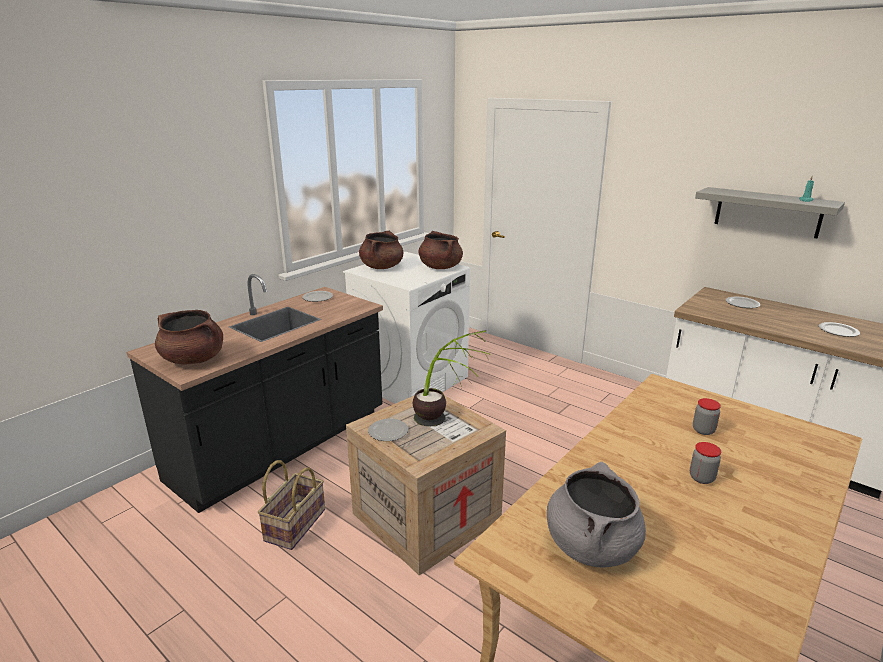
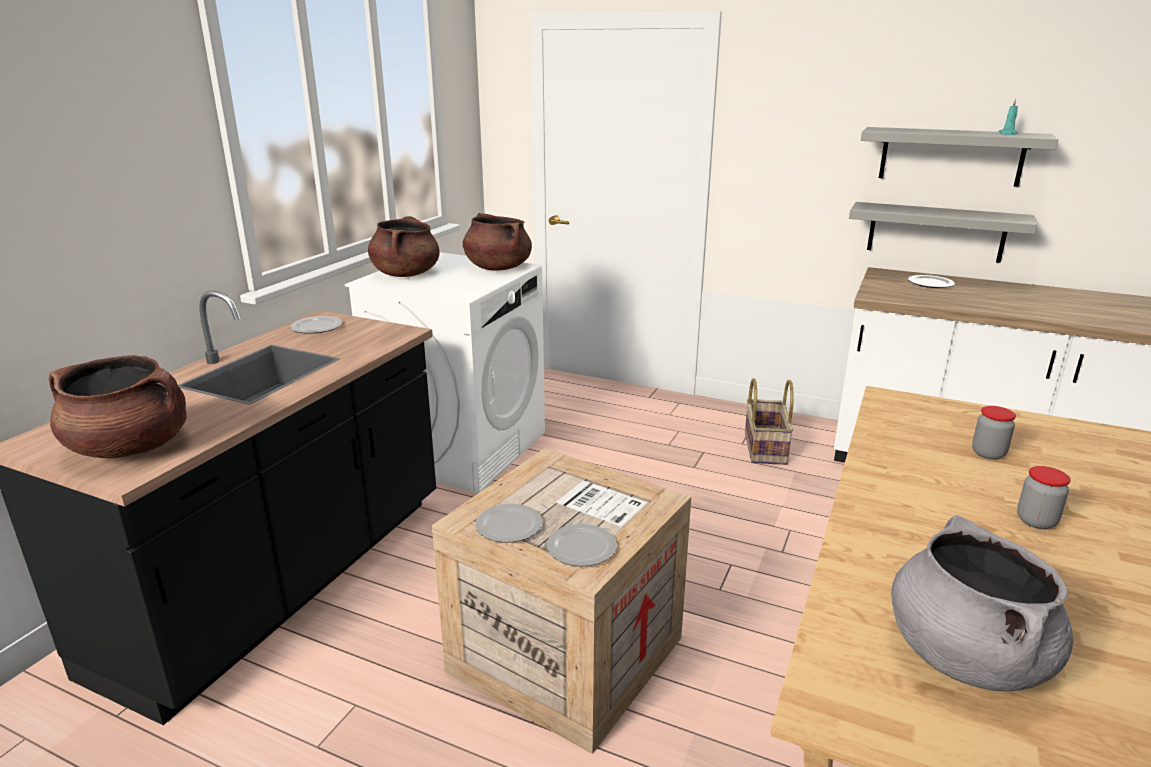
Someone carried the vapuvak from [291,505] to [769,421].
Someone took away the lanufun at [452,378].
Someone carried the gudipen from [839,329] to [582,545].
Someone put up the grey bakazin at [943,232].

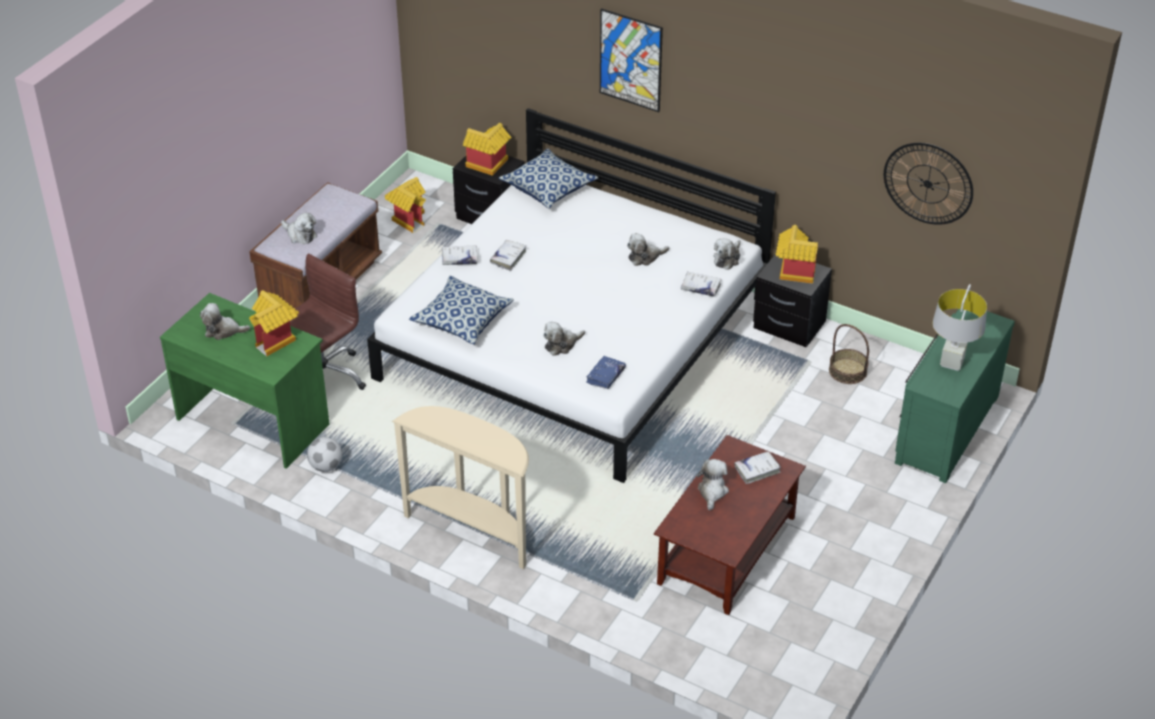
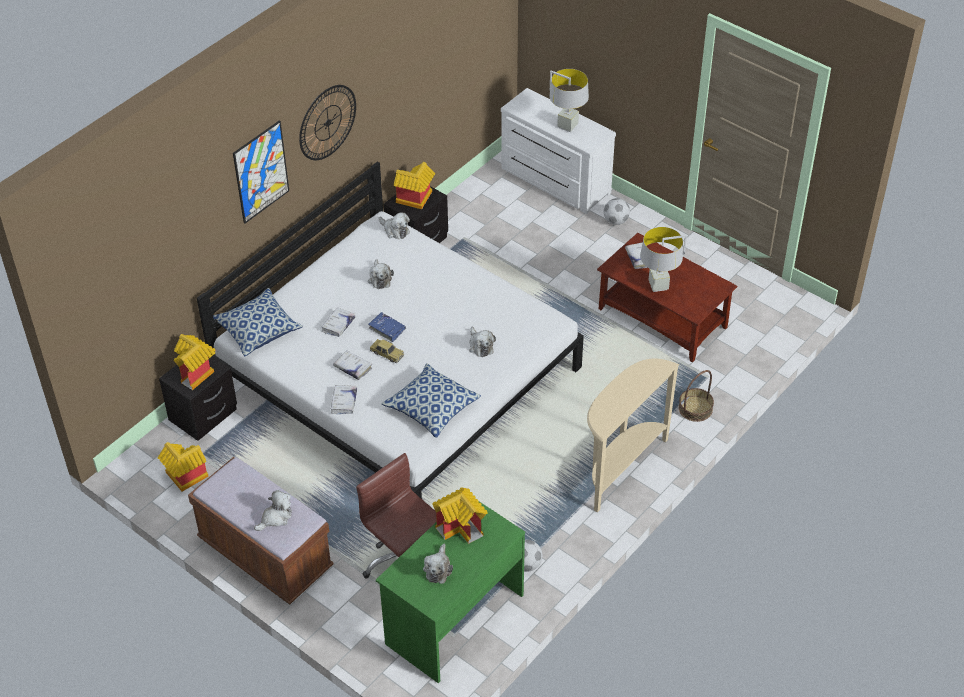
Someone carried the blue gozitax from [606,372] to [387,327].
Someone carried the white gozitax from [701,284] to [338,322].
Someone swapped the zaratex at [712,485] for the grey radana at [663,259].
Someone carried the vapuvak from [849,354] to [696,396].
Someone carried the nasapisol from [928,184] to [327,122].
Someone repainted the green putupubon at [955,396], which became the white putupubon at [558,151].
Someone put down the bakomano at [387,351].
Someone put down the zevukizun at [617,211].

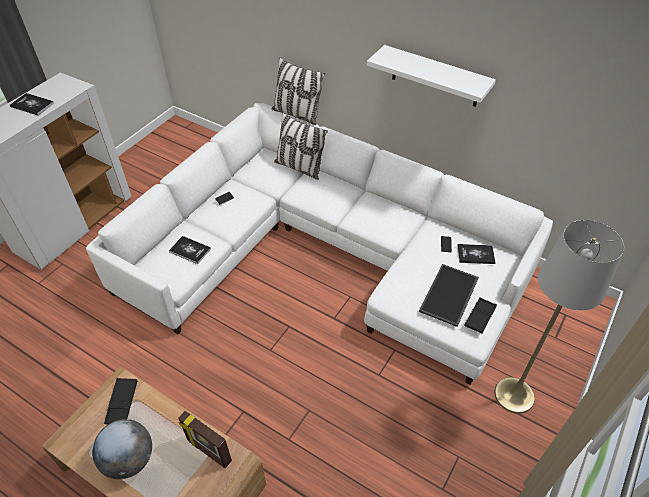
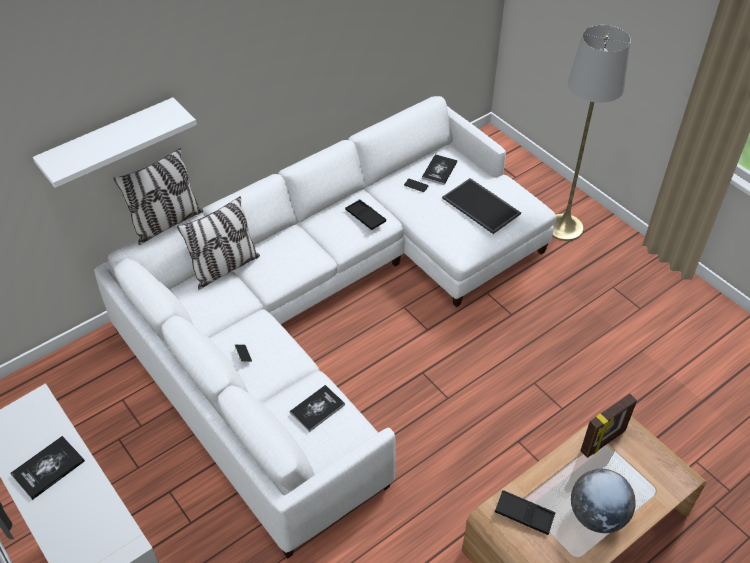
Someone carried the white bakazin from [431,76] to [115,142].
Someone carried the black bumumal from [480,315] to [365,214].

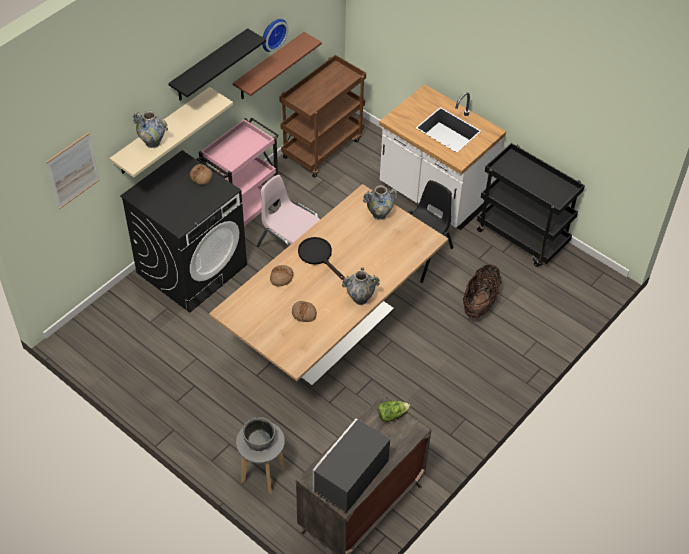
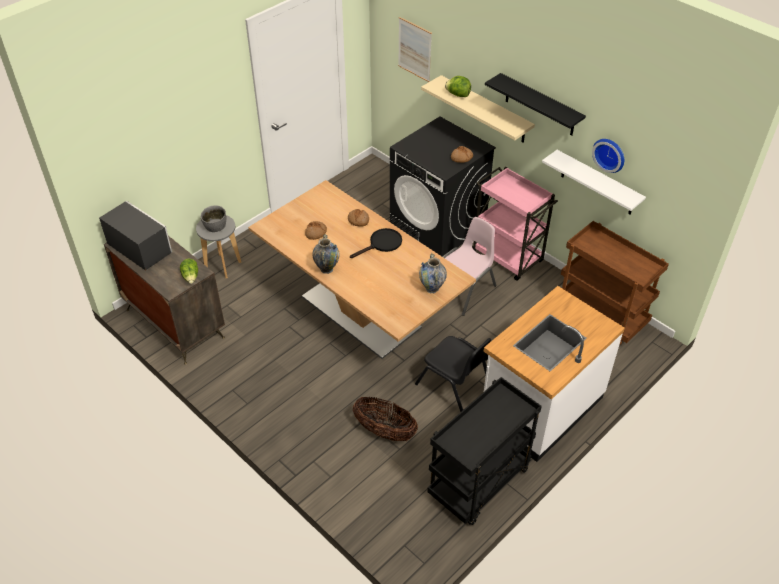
Someone swapped the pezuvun at [150,129] for the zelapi at [458,86].
Someone repainted the brown bakazin at [277,65], which became the white bakazin at [594,182].

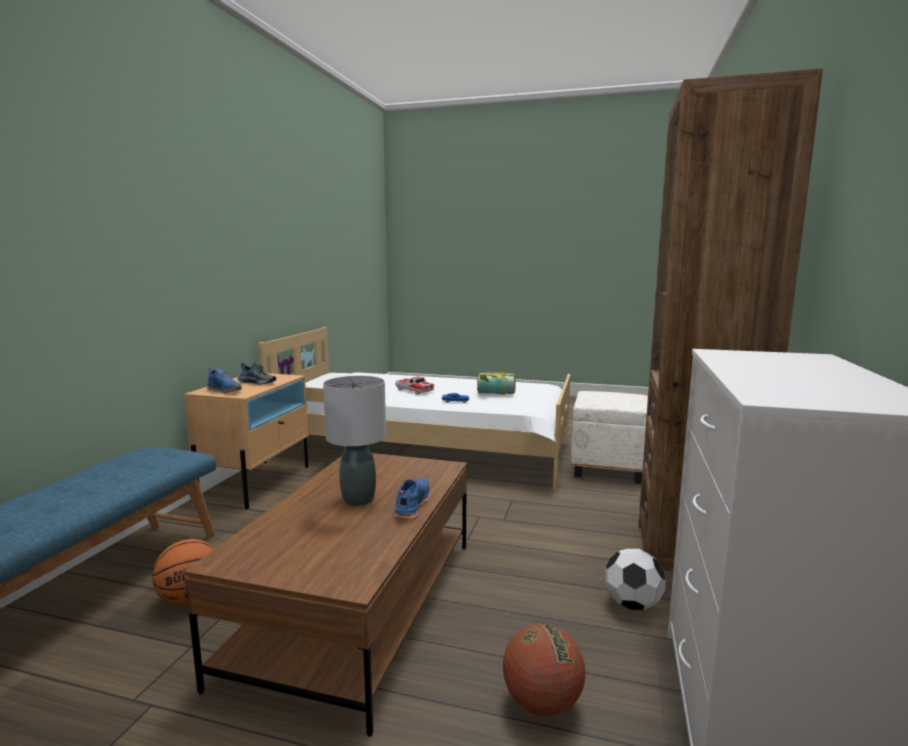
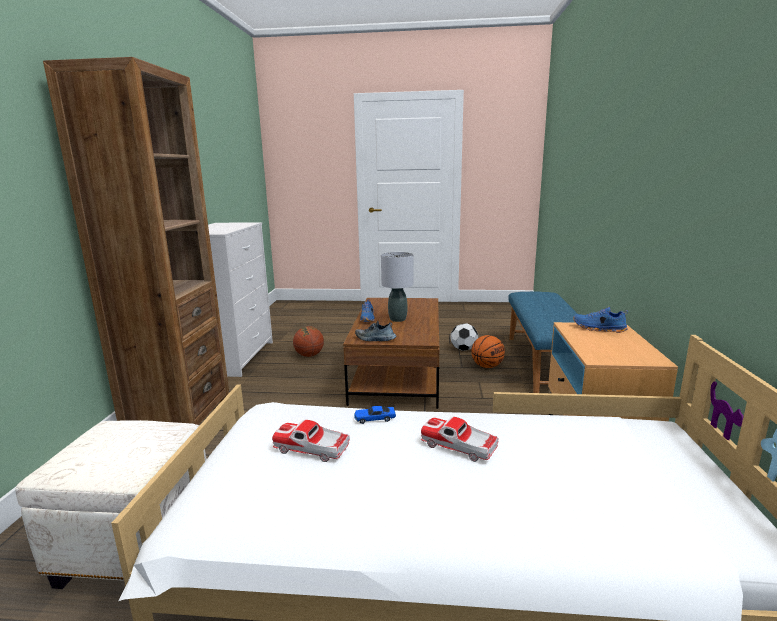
Someone carried the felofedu from [257,373] to [376,331].
Someone swapped the gozitax at [496,383] for the bakomano at [311,441].
Someone carried the zevukizun from [635,579] to [464,337].

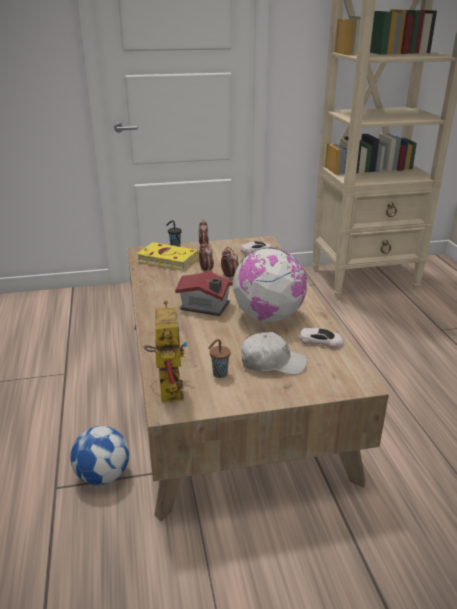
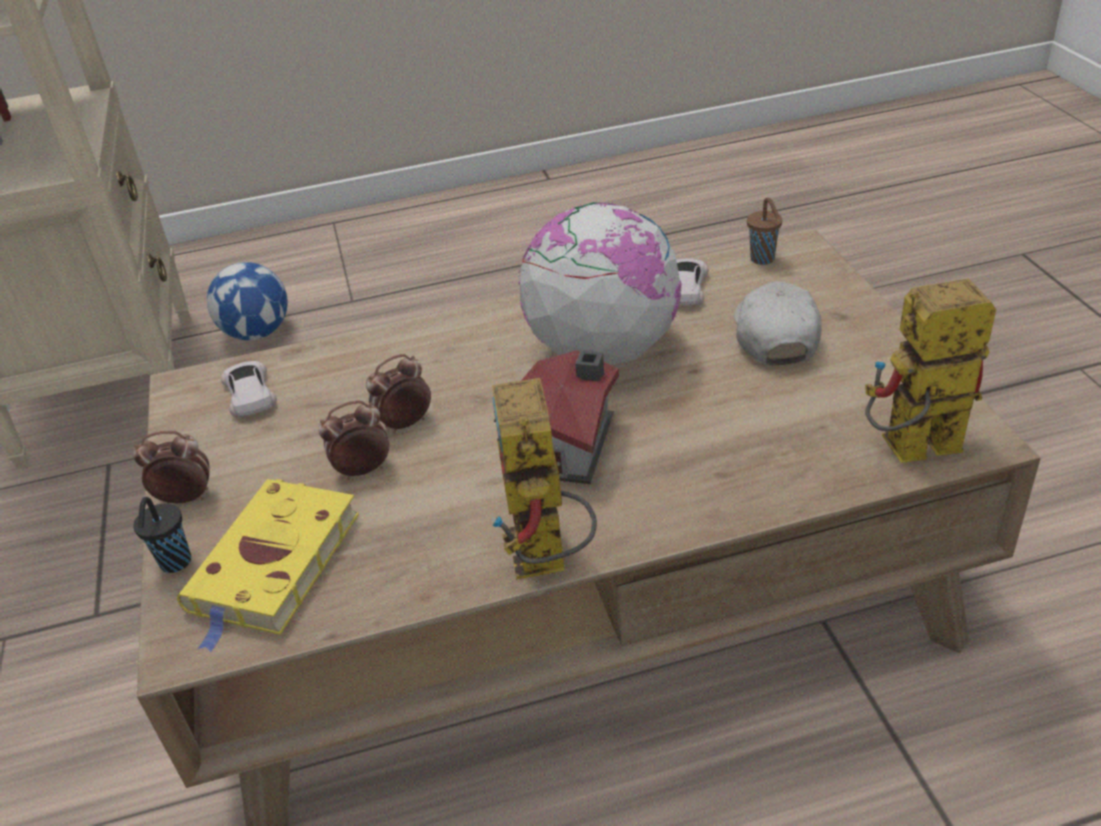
Someone carried the zevukizun from [99,455] to [247,301].
Someone carried the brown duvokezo from [219,358] to [764,231].
Someone put down the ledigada at [543,478].

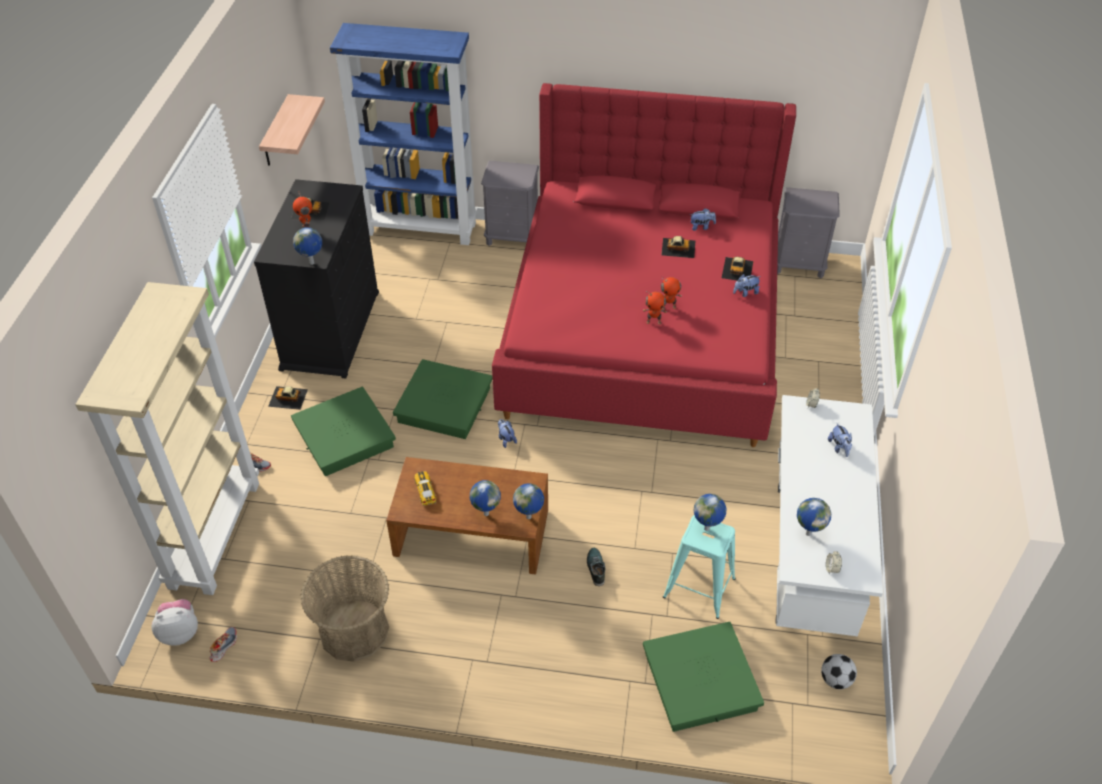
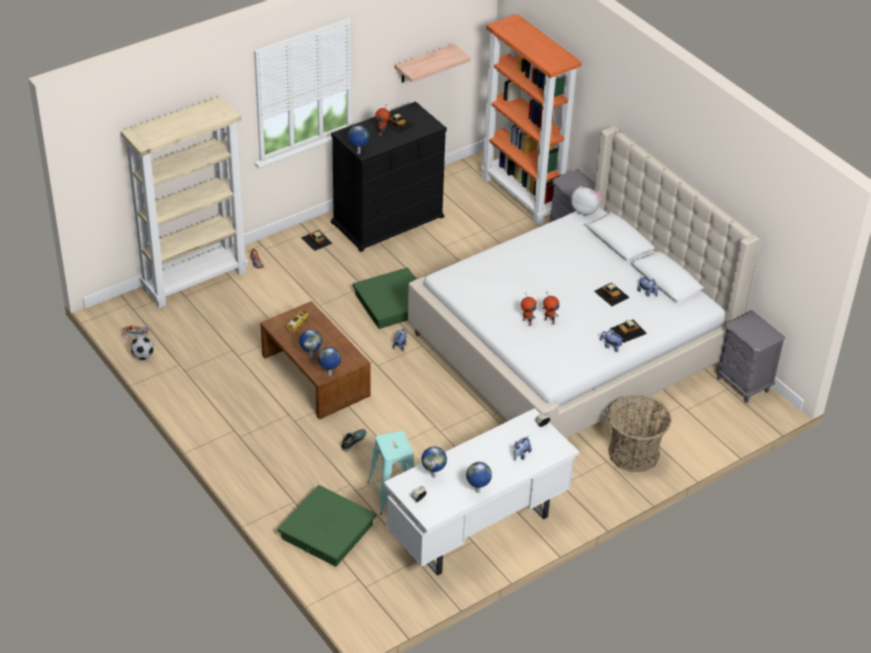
Someone carried the zaratex from [174,622] to [586,201].
Someone took away the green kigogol at [343,431].
Someone carried the vapuvak from [344,608] to [639,433].
Someone repainted the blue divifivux at [404,134], which became the orange divifivux at [531,120].
Someone repainted the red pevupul at [644,265], which became the beige pevupul at [584,282].
Someone carried the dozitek from [710,512] to [479,477].
Someone carried the zevukizun from [839,671] to [142,348].

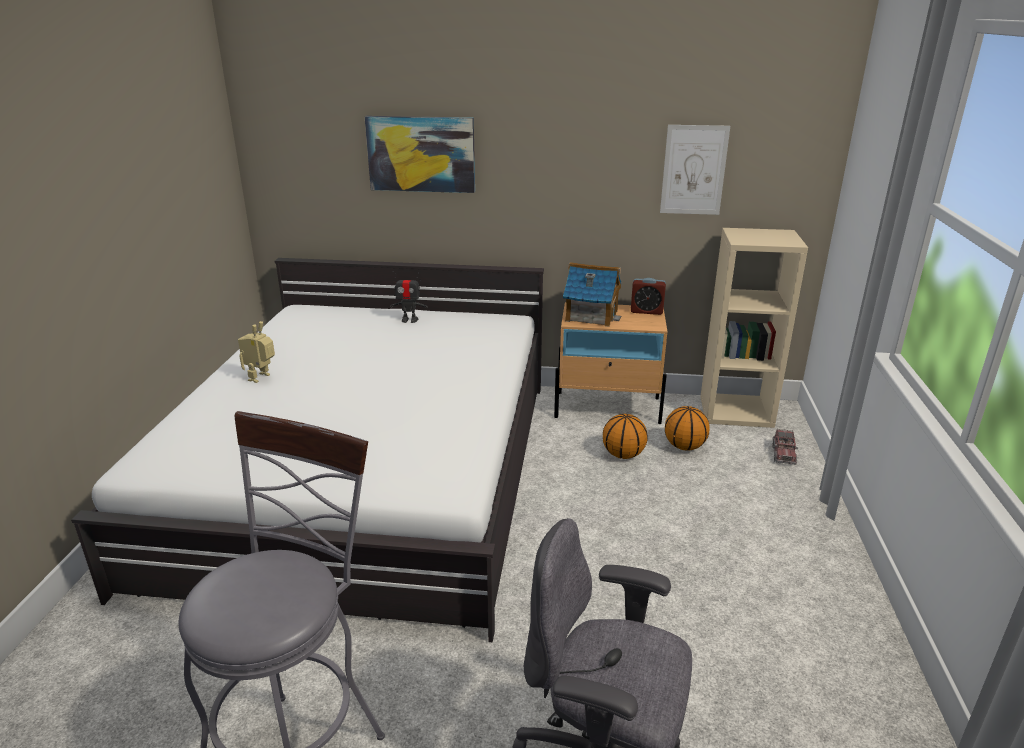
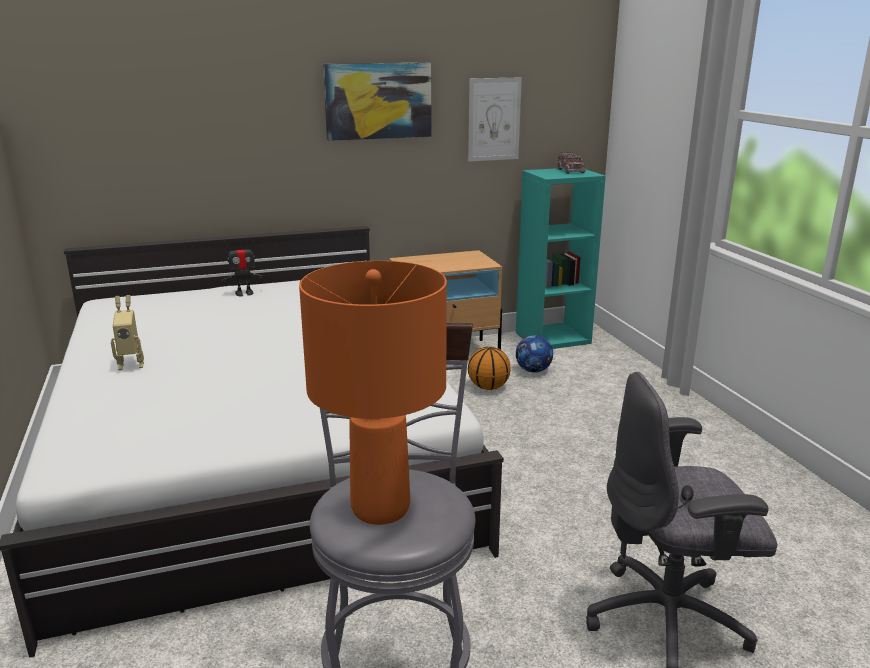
Someone rotated the ledigada at [256,352] by 105 degrees counterclockwise.
Someone carried the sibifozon from [420,154] to [377,102].
Someone took away the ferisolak at [592,294].
Someone took away the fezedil at [648,296].
Someone swapped the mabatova at [687,428] for the zevukizun at [534,354].
Someone repainted the beige divifivux at [754,328], which became the turquoise divifivux at [561,258].
Someone carried the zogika from [785,447] to [571,163].
Someone put down the orange radana at [373,393].

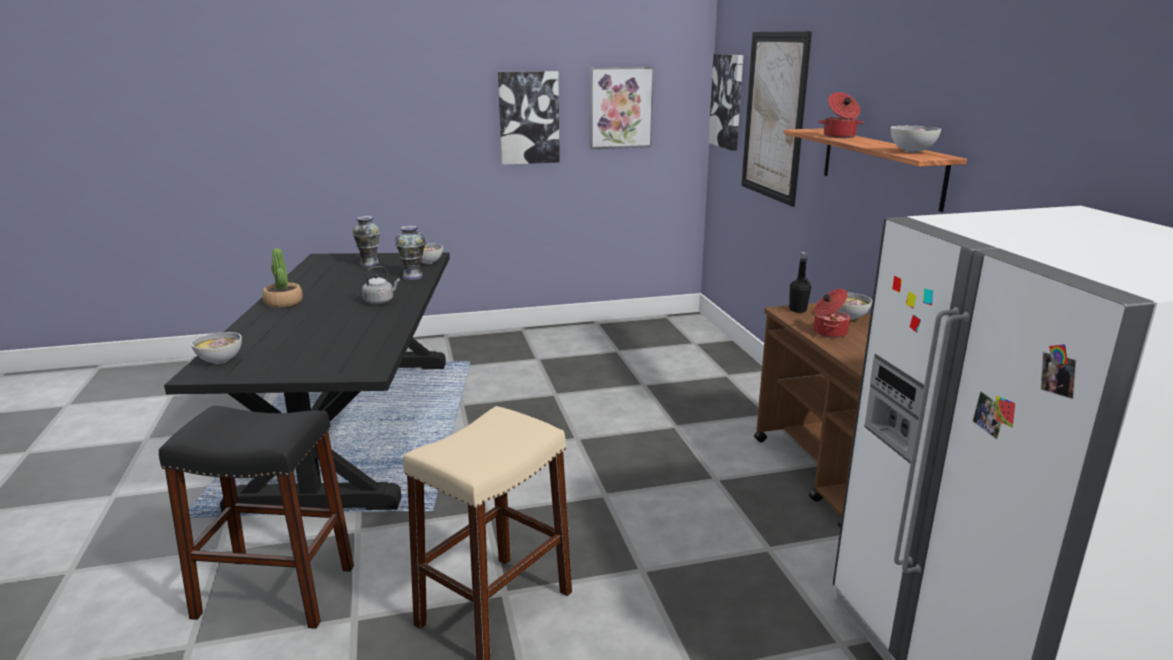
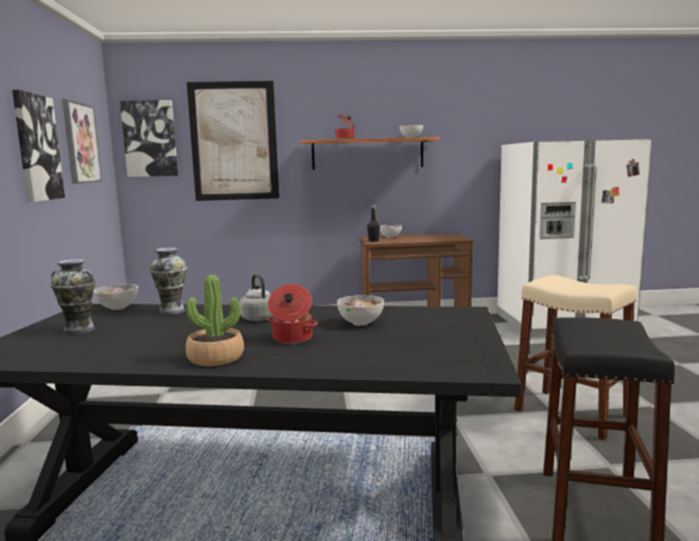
Someone carried the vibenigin from [216,348] to [360,310].
Someone carried the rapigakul from [832,313] to [292,314].

